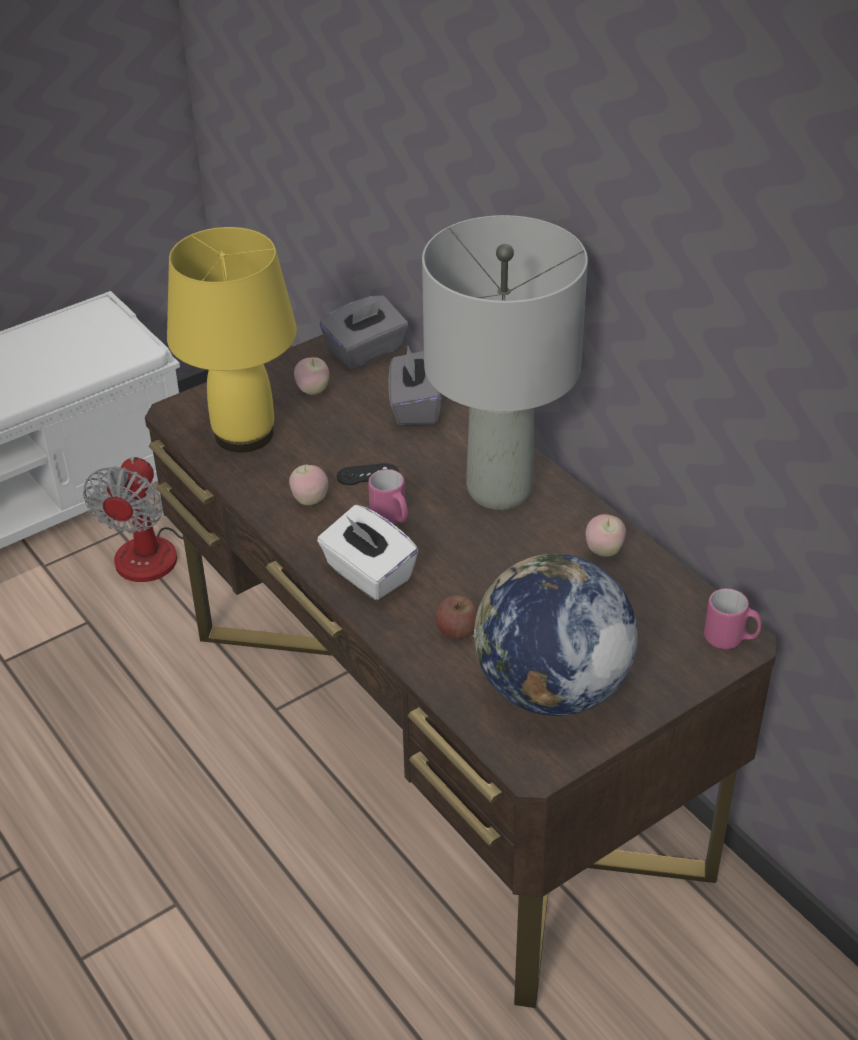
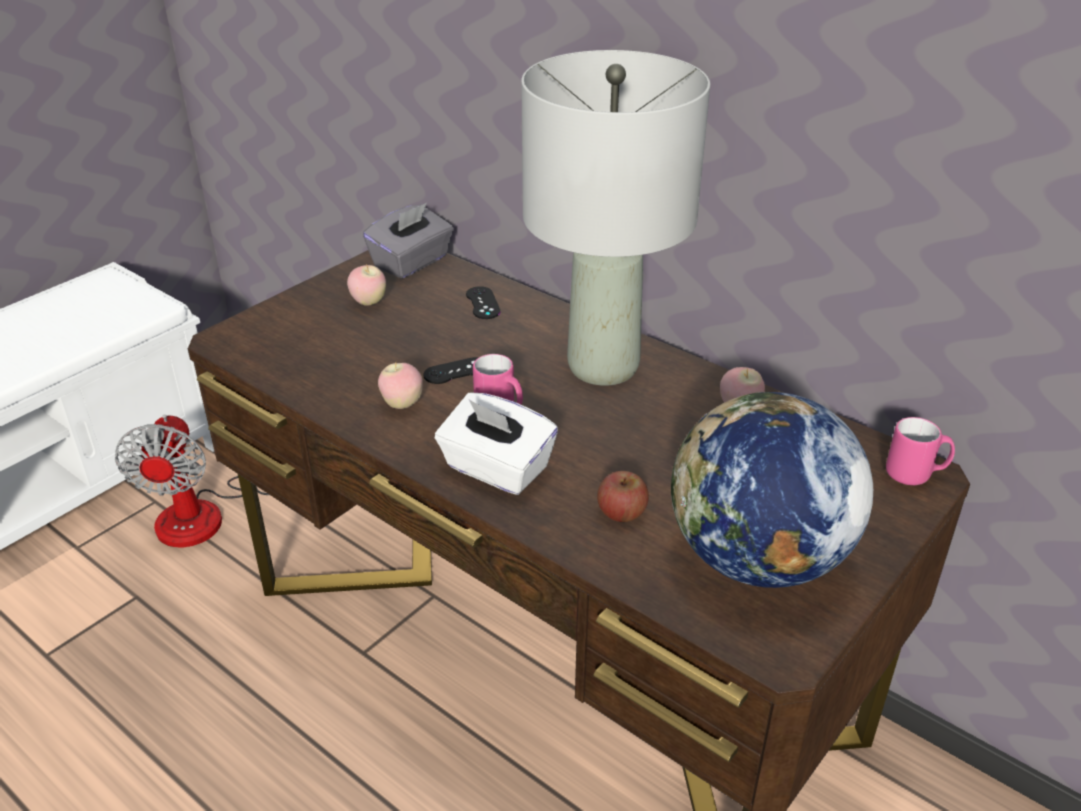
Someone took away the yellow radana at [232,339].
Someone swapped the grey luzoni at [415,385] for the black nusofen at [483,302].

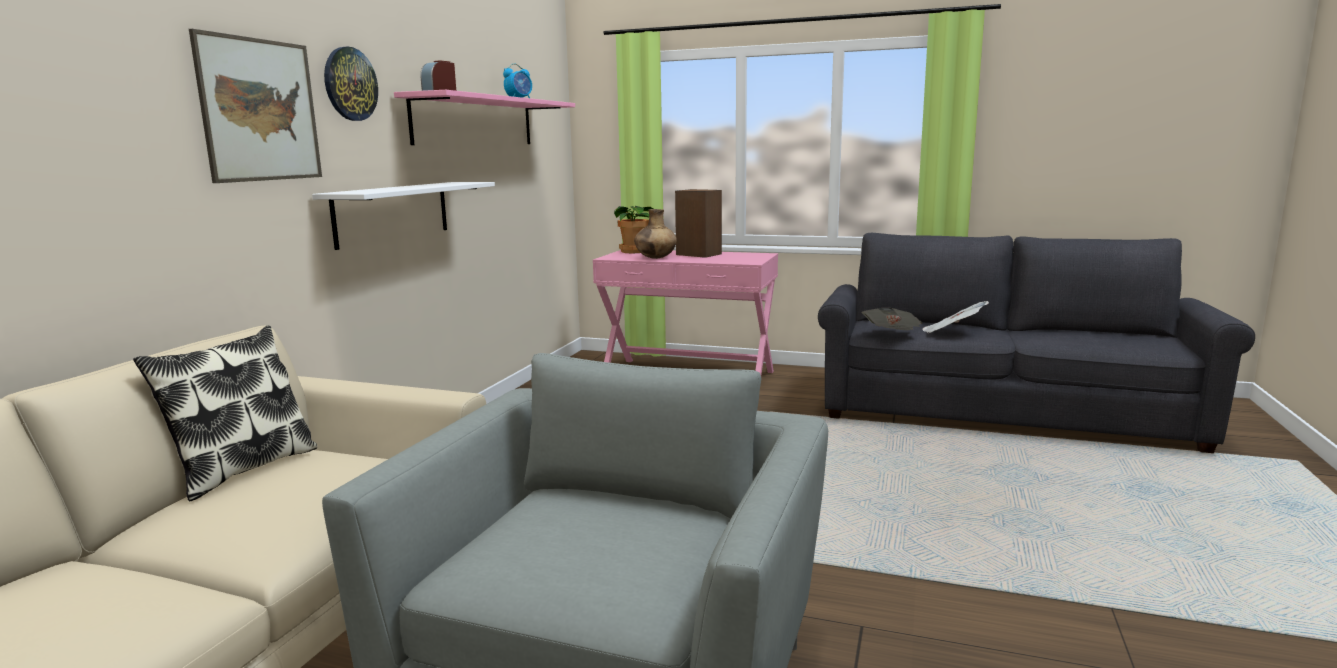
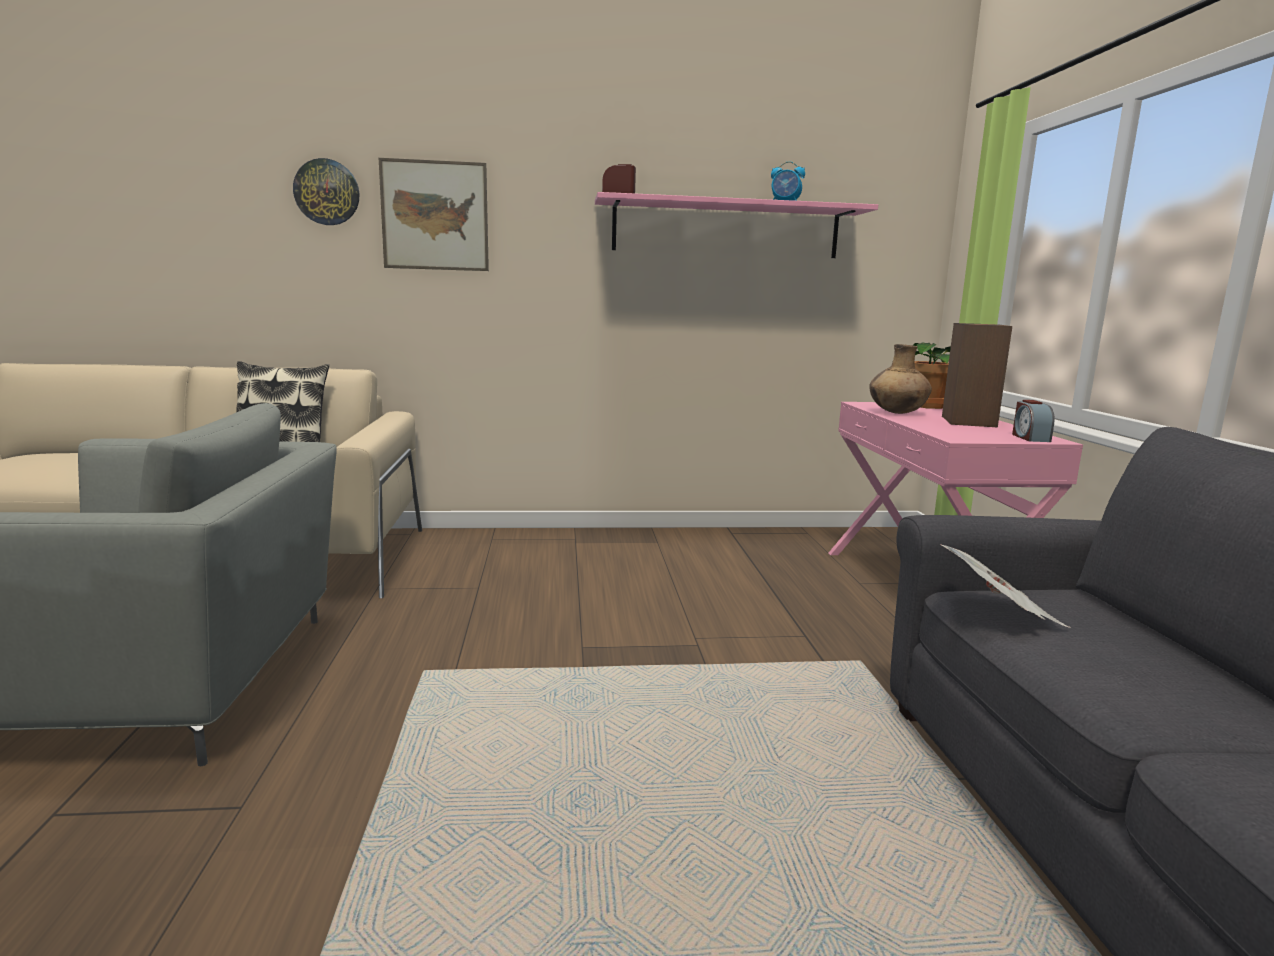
Someone took away the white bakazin at [403,216].
Someone carried the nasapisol from [351,84] to [326,191].
Someone took away the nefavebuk at [956,317].
Someone put down the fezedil at [1033,421].

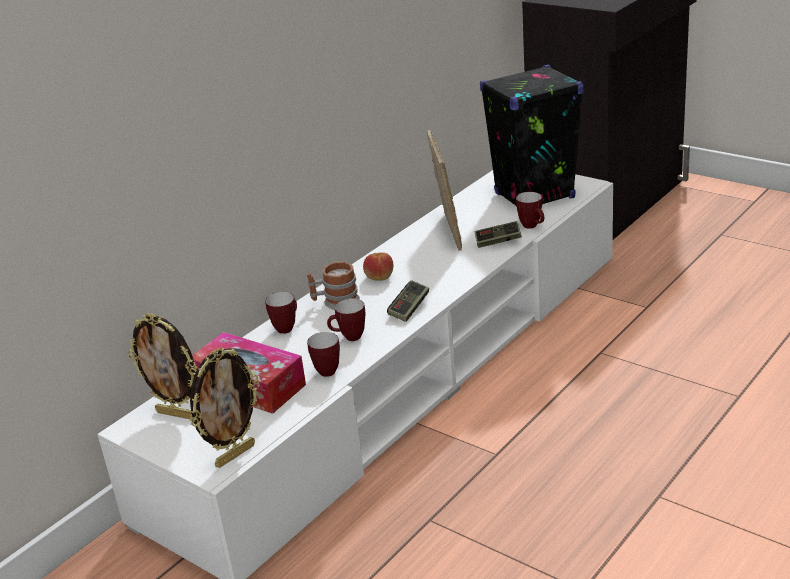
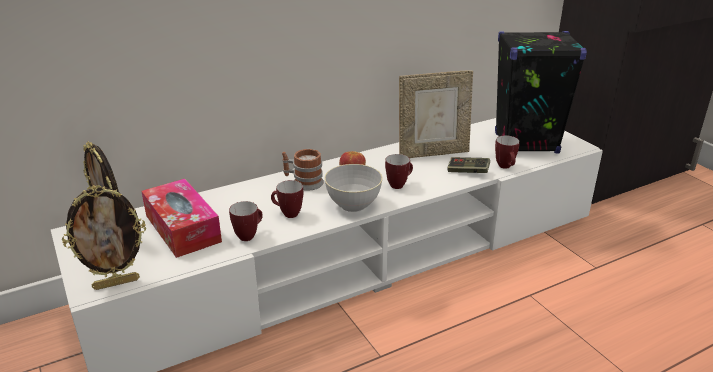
Someone carried the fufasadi from [281,313] to [399,171].
Someone swapped the nusofen at [408,301] for the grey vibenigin at [353,188].
Someone rotated the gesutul at [444,190] by 60 degrees clockwise.

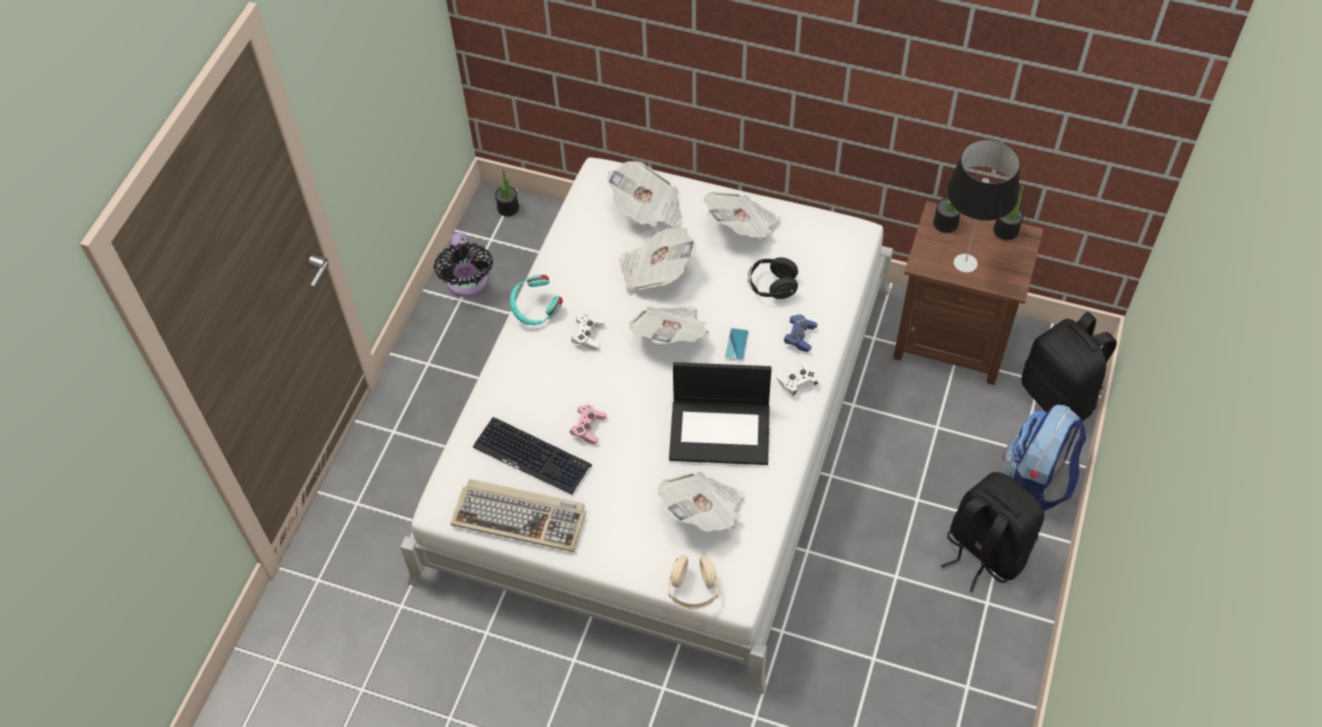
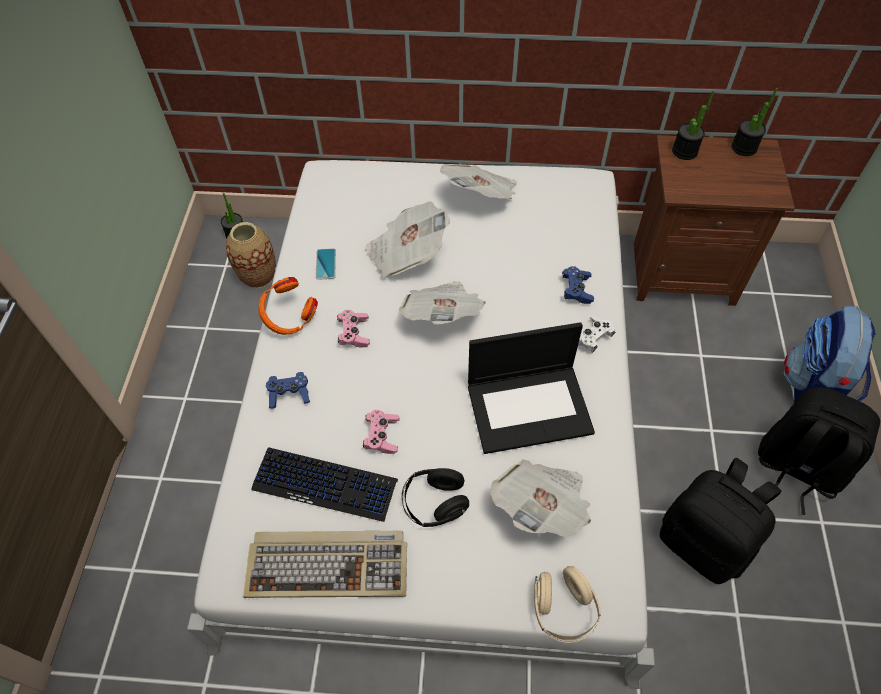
Someone took away the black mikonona at [463,264].
Someone repainted the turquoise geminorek at [536,300], which became the orange geminorek at [288,306].
Someone repainted the white nusofen at [588,332], which became the pink nusofen at [353,329].
Someone took away the nefavebuk at [645,194].
Someone carried the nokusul from [737,344] to [326,264].
Someone carried the black geminorek from [773,278] to [435,497].
Someone took away the radana at [983,206].
Someone carried the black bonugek from [1069,366] to [721,520].
Someone put down the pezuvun at [251,255].
Someone put down the blue nusofen at [288,390].

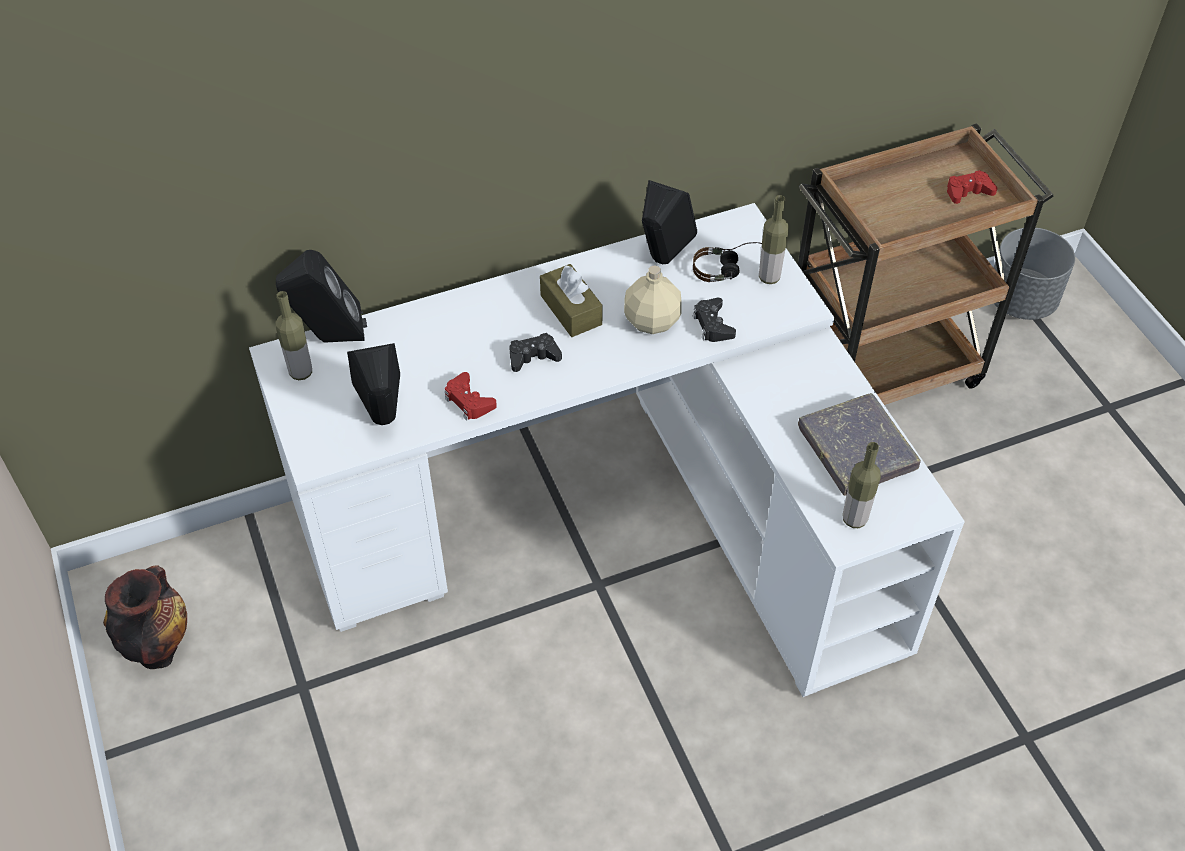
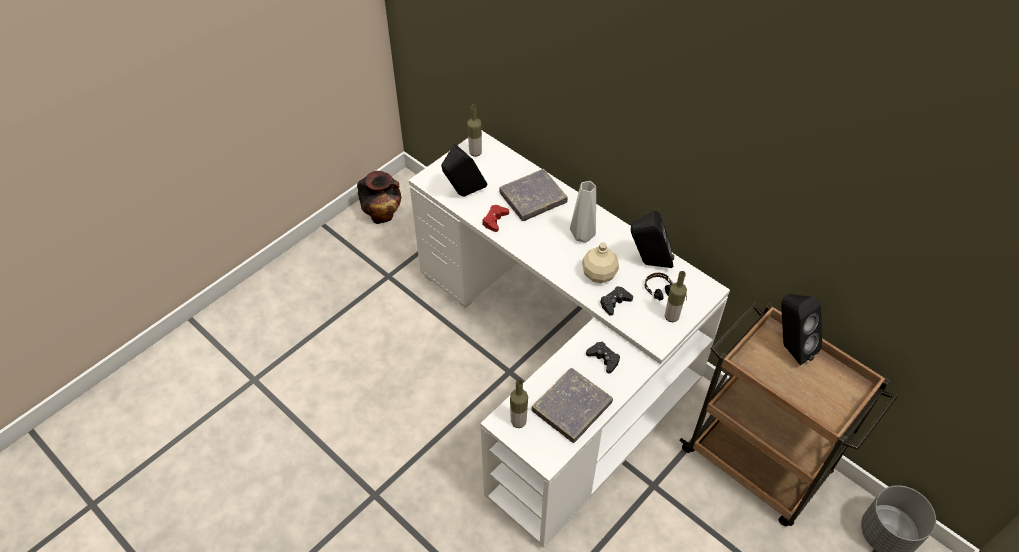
Someone carried the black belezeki from [321,296] to [801,329].
Someone carried the black nusofen from [535,352] to [603,357].
Someone swapped the brown luzoni at [571,300] for the grey pezuvun at [583,212].
Someone took away the red nusofen at [972,187].
Someone put down the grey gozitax at [533,195].

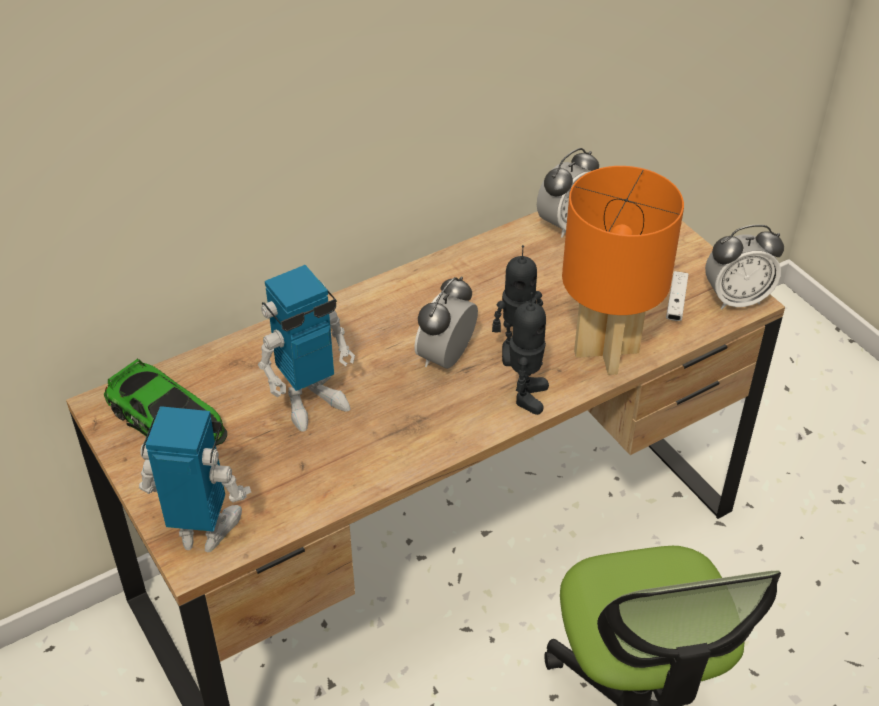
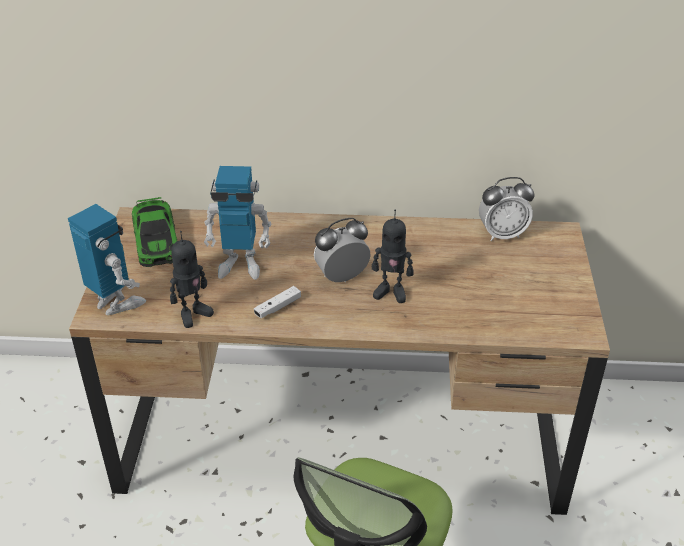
Someone carried the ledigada from [529,353] to [192,279].
Someone took away the orange radana at [623,270].
Someone carried the white nusofen from [677,296] to [277,302].
Someone took away the fezedil at [744,267].

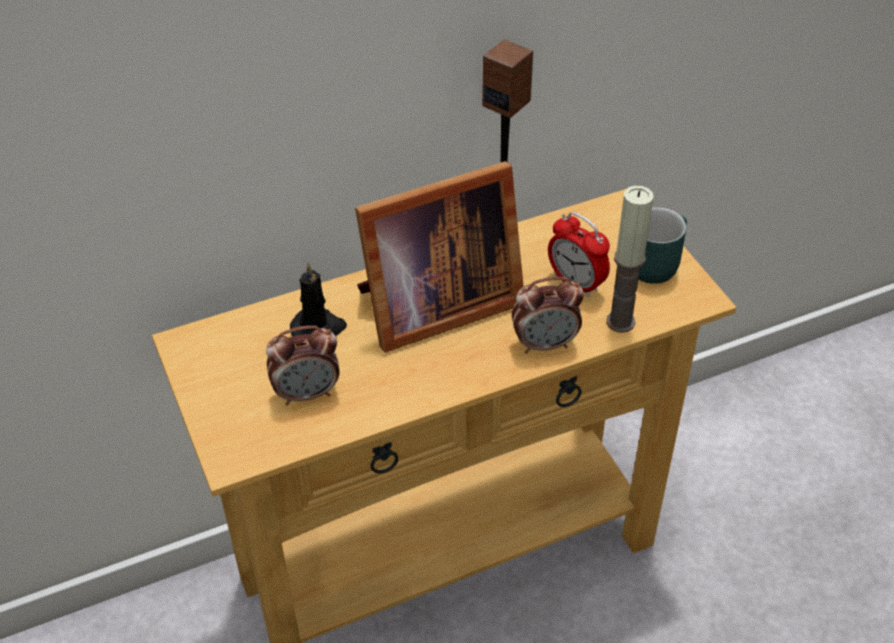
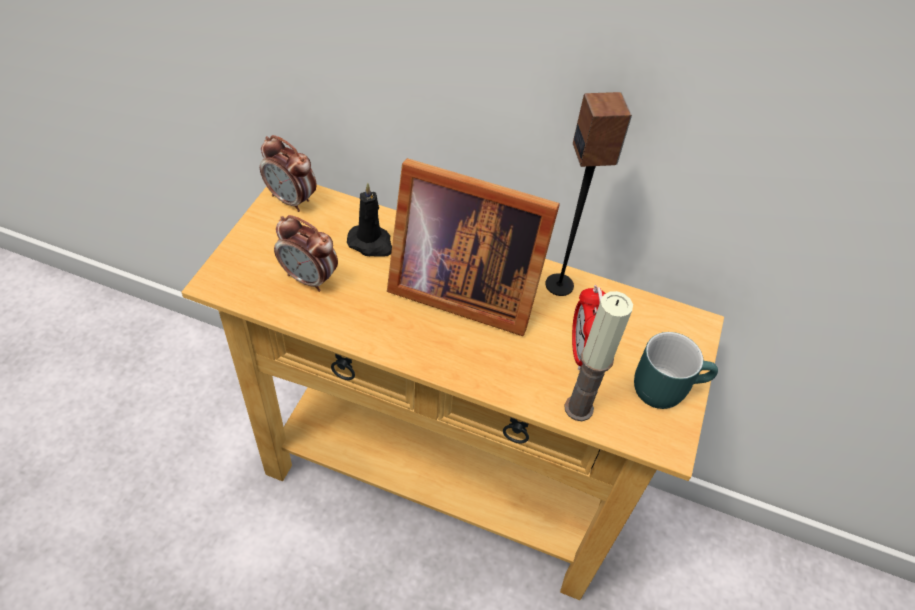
Someone carried the fezedil from [548,315] to [288,173].

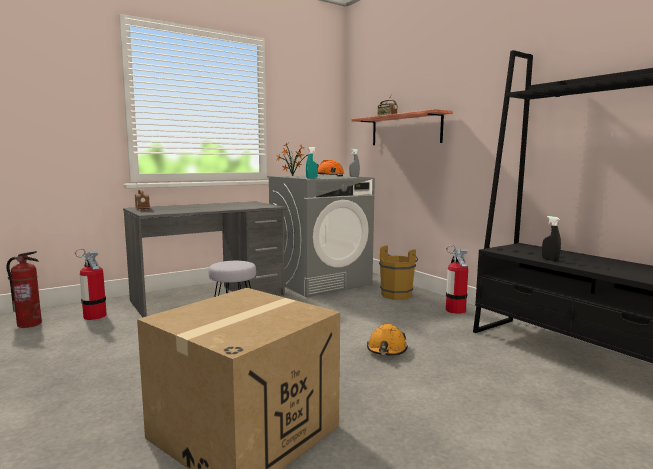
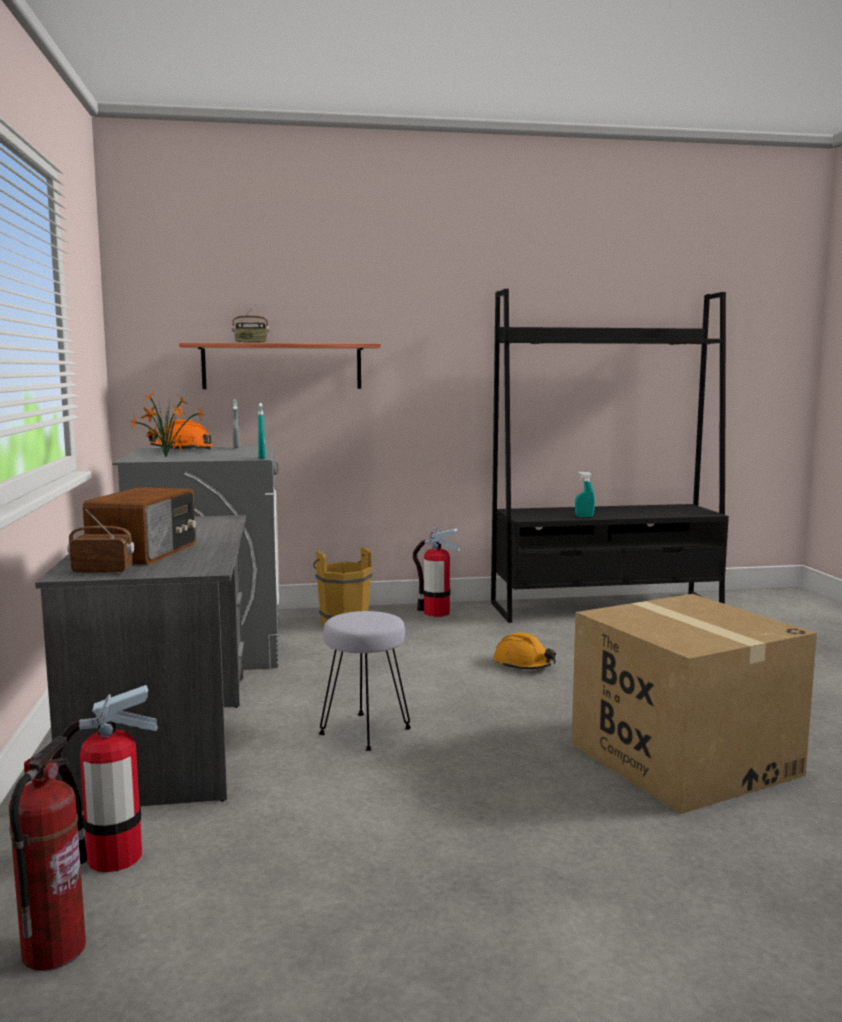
Someone repainted the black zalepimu at [551,238], which became the turquoise zalepimu at [585,494].
Someone put down the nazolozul at [139,526].

